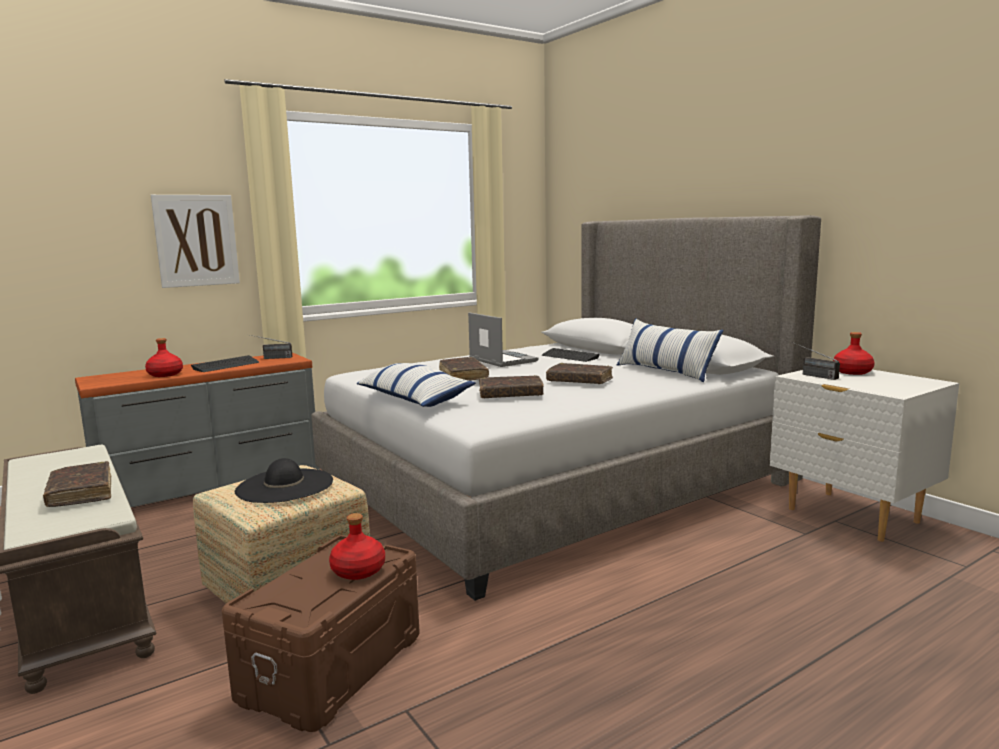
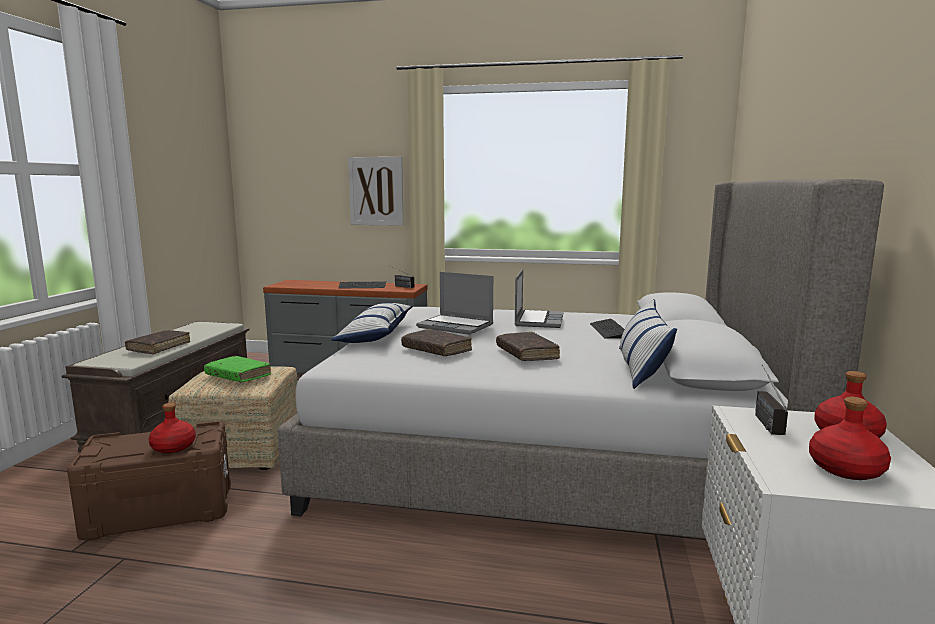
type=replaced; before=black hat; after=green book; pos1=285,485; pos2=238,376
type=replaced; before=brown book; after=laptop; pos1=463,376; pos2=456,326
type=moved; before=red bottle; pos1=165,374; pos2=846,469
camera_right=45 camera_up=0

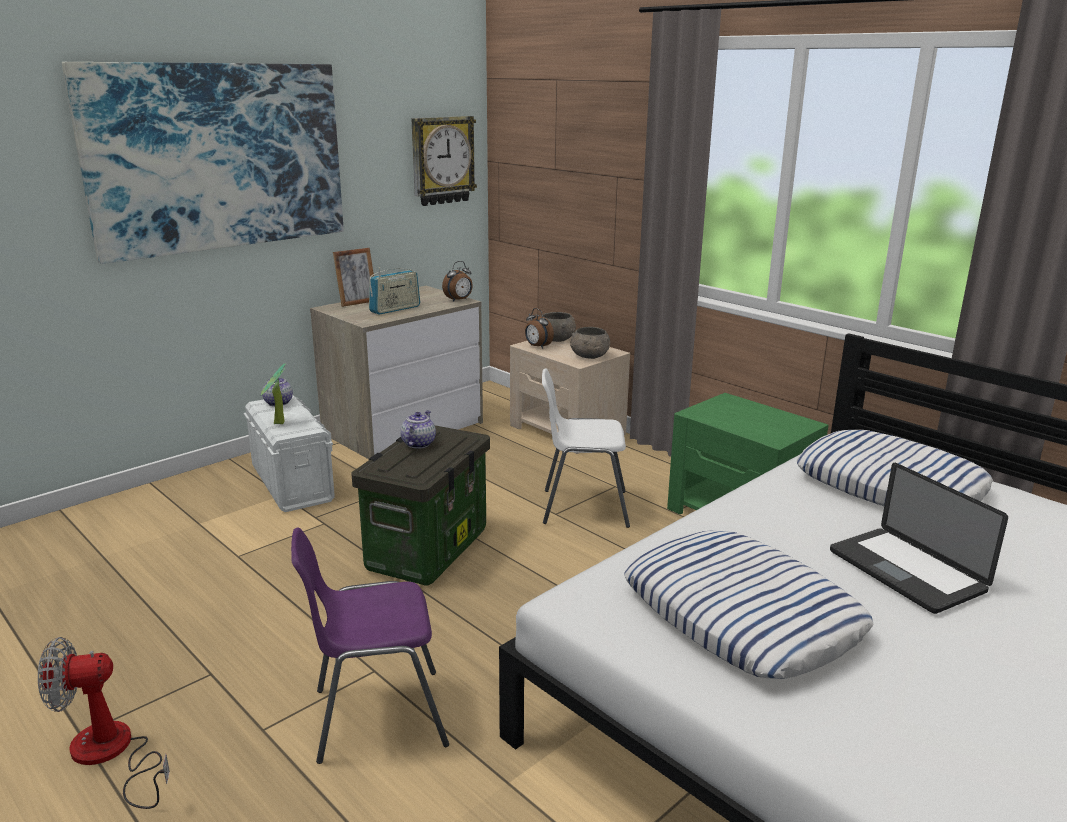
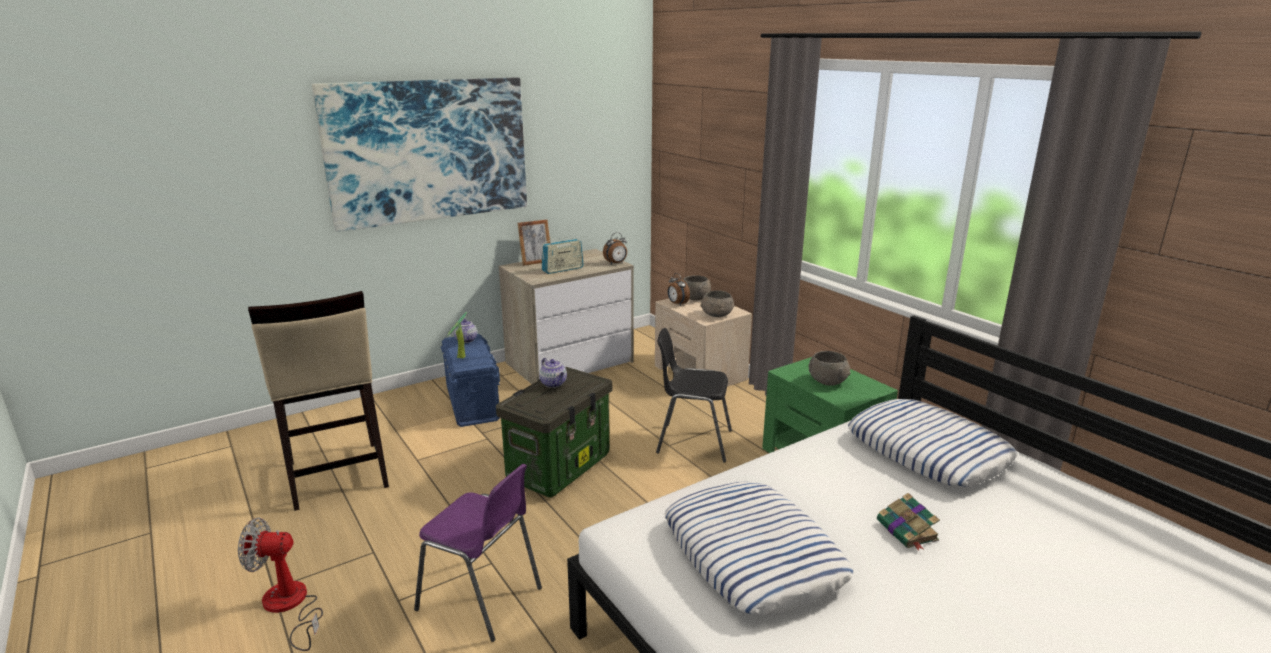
type=added; after=beige stool; pos2=336,475
type=turned; before=purple chair; pos1=376,716; pos2=482,600; turn=-150
type=recoloured; before=white storage box; after=blue storage box; pos1=292,483; pos2=472,403
type=turned; before=teapot; pos1=418,443; pos2=554,384; turn=120
type=recoloured; before=white chair; after=black chair; pos1=582,507; pos2=692,441
type=added; after=grey bowl; pos2=827,381
type=replaced; before=laptop; after=book; pos1=906,571; pos2=907,531
type=removed; before=wall clock; pos1=442,160
camera_right=10 camera_up=0

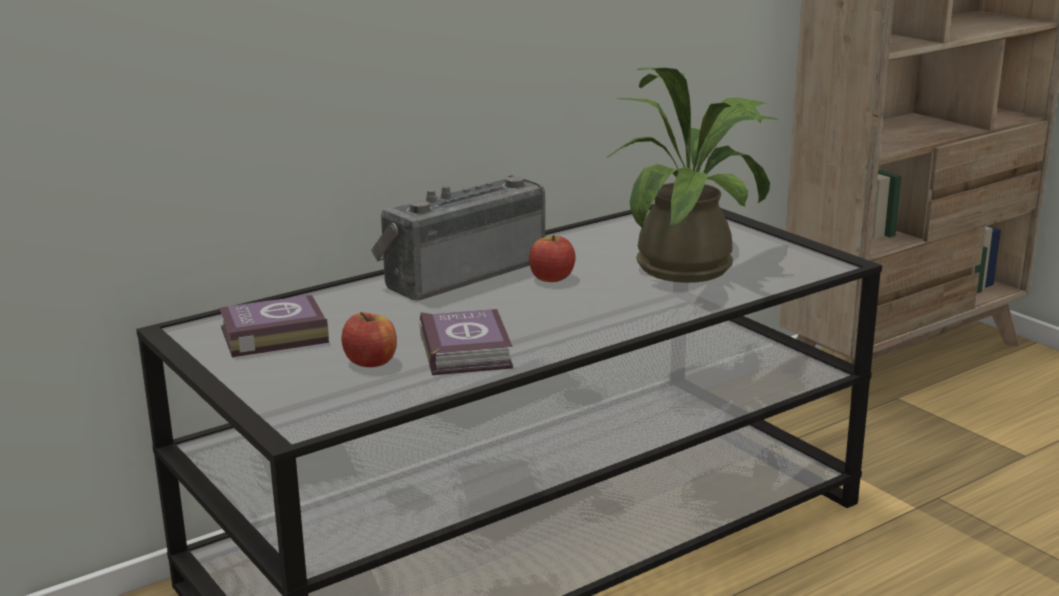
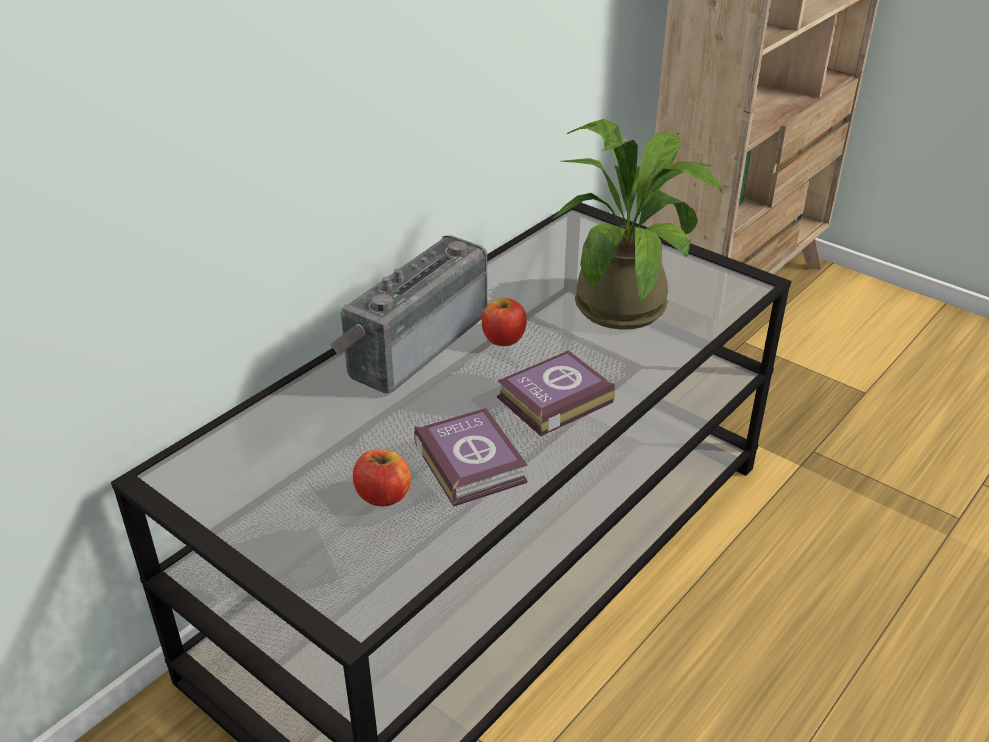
type=moved; before=book; pos1=271,335; pos2=551,400
camera_right=-15 camera_up=15

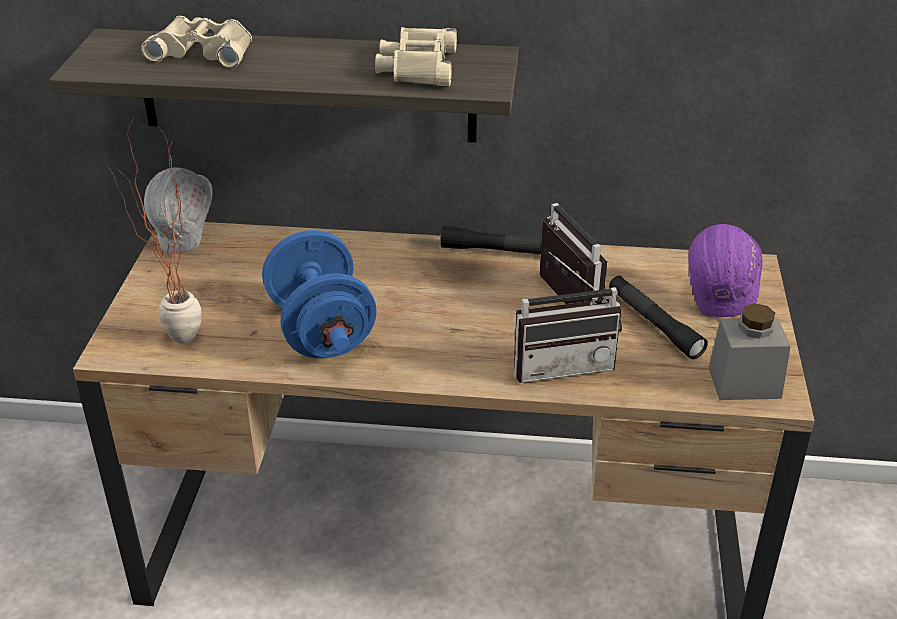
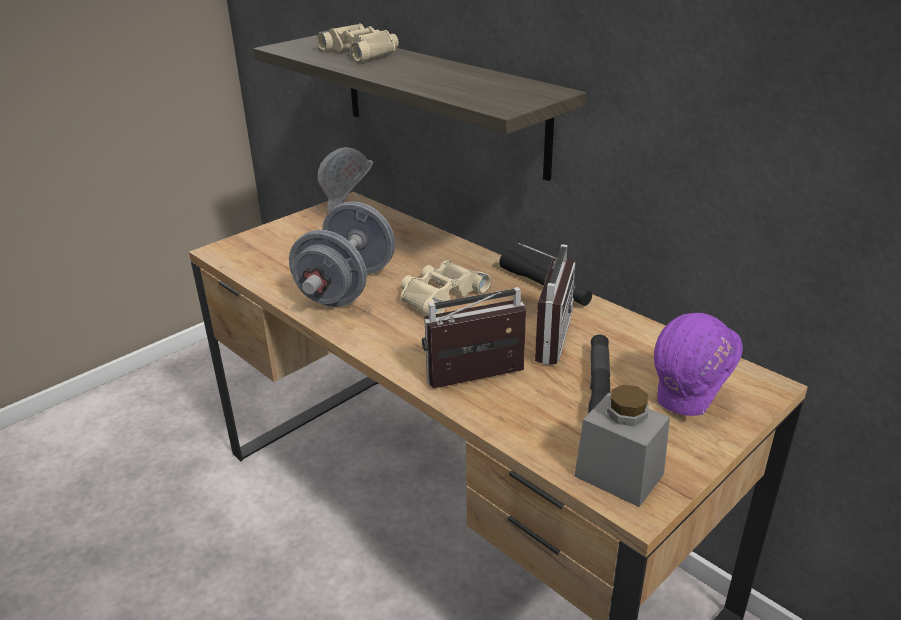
type=recoloured; before=blue dumbbell; after=grey dumbbell; pos1=321,330; pos2=346,287
type=moved; before=beige binoculars; pos1=417,67; pos2=440,295
type=turned; before=radio; pos1=561,363; pos2=478,382; turn=135
type=removed; before=potted plant; pos1=173,344
camera_right=40 camera_up=-5

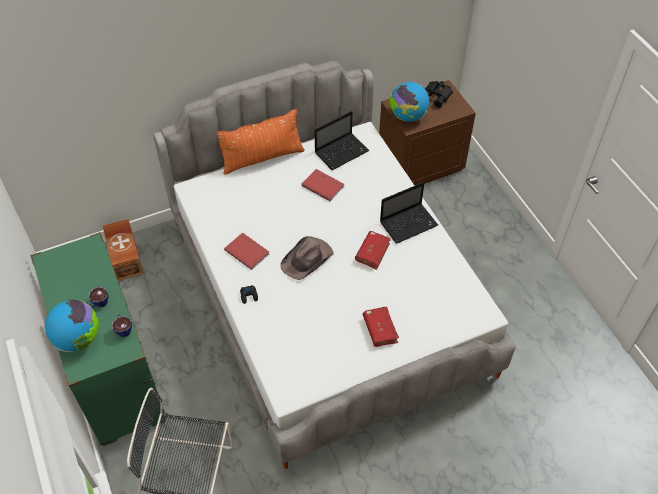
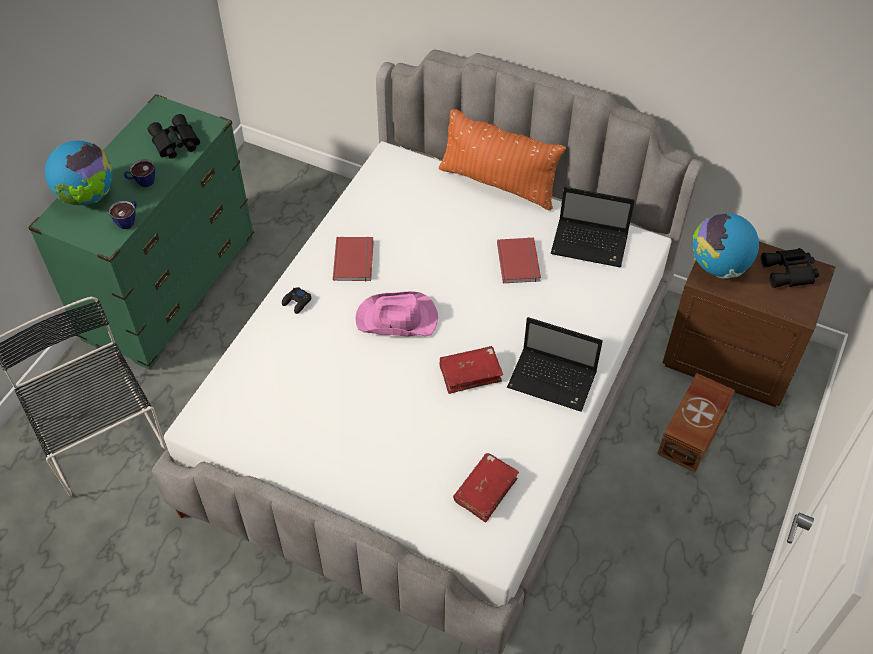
type=added; after=black binoculars; pos2=174,143
type=recoloured; before=brown hat; after=pink hat; pos1=307,259; pos2=397,319
type=moved; before=red book; pos1=380,329; pos2=485,490
type=moved; before=brown storage box; pos1=126,256; pos2=693,432
camera_right=50 camera_up=0

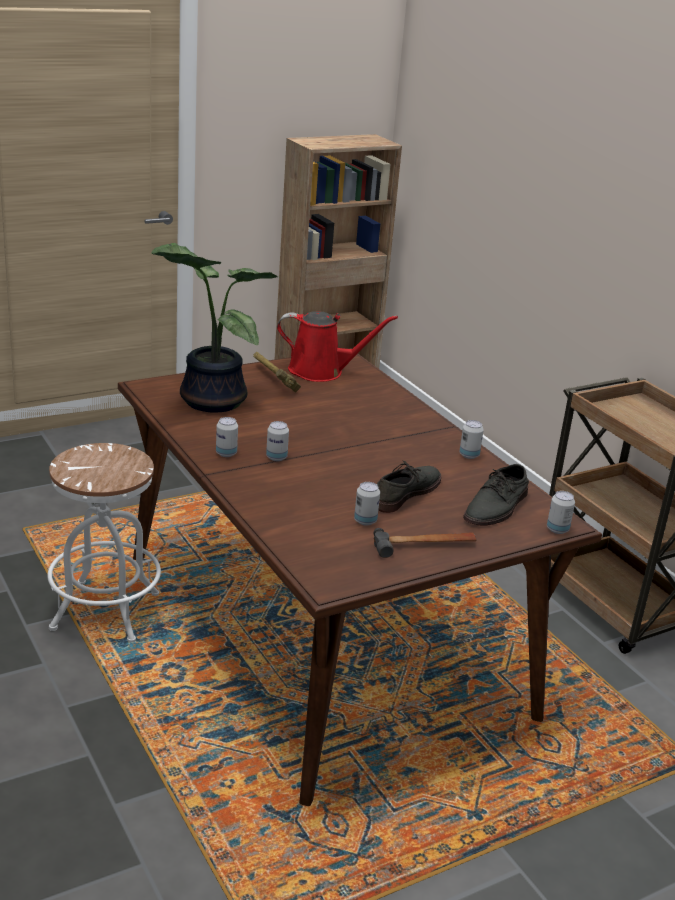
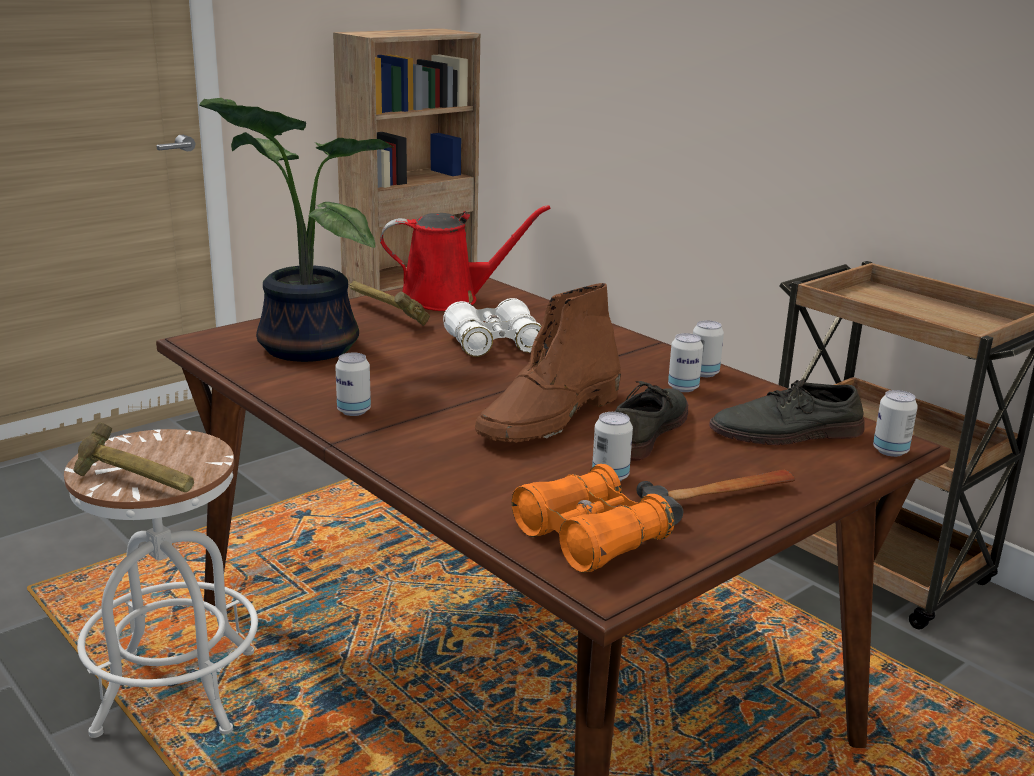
type=added; after=hammer; pos2=137,485
type=added; after=white binoculars; pos2=494,344
type=added; after=brown boot; pos2=549,418
type=added; after=orange binoculars; pos2=589,537
type=moved; before=can; pos1=276,457; pos2=683,388
type=turned; before=grey shoe; pos1=497,507; pos2=786,433; turn=60
camera_right=-10 camera_up=-5

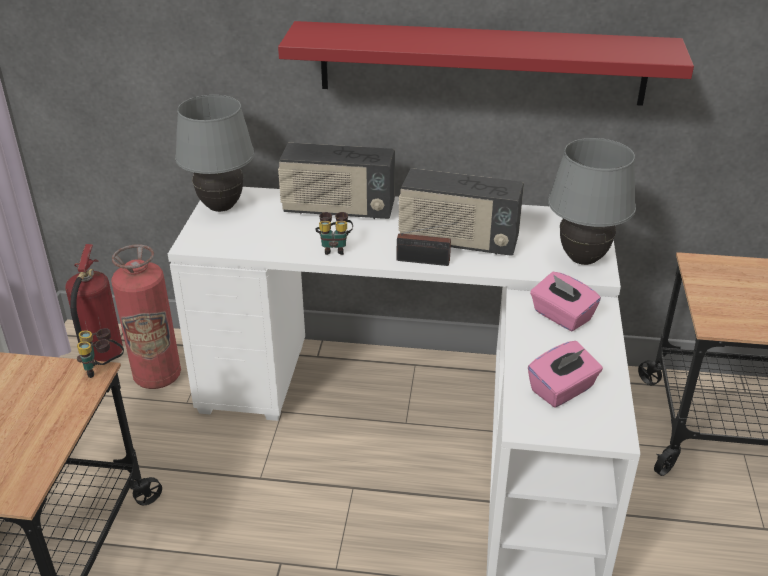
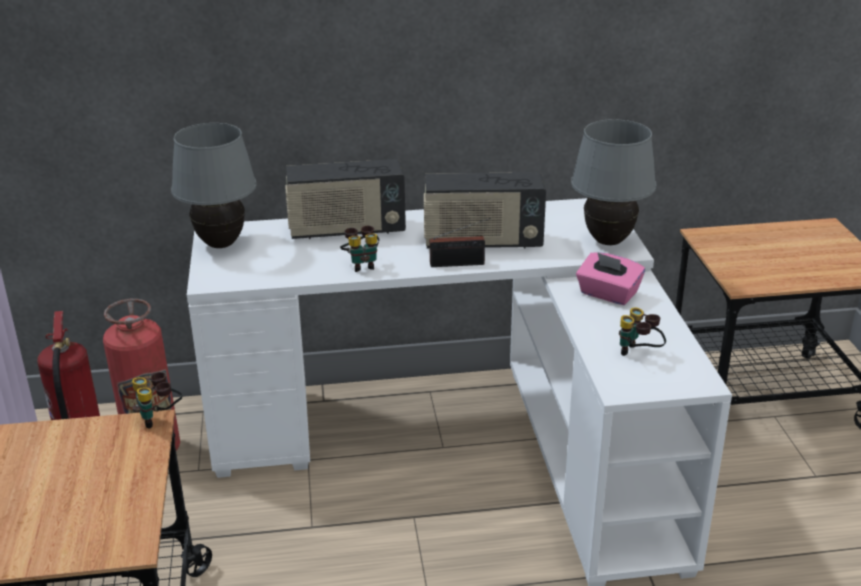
type=replaced; before=pink tissue box; after=binoculars; pos1=562,390; pos2=639,355
type=removed; before=red shelf; pos1=481,63
camera_right=-15 camera_up=-5

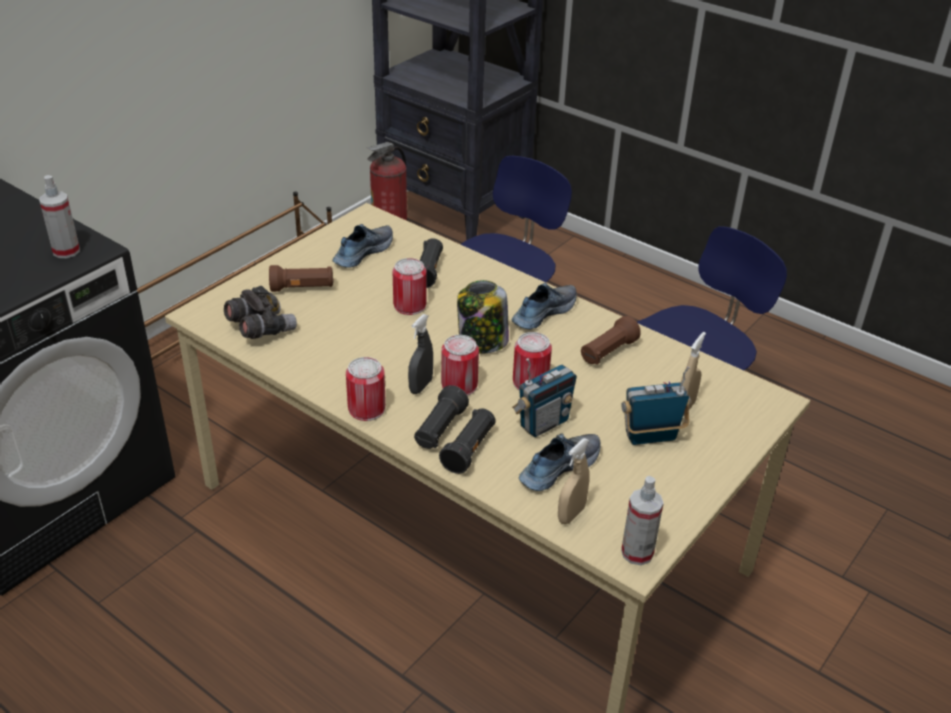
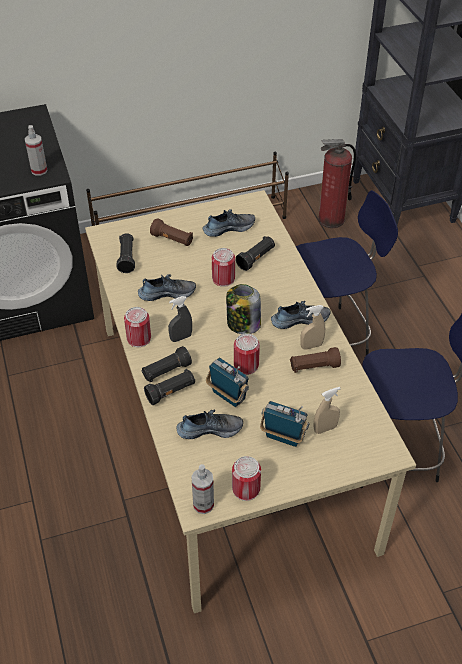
type=replaced; before=grey binoculars; after=black flashlight; pos1=260,329; pos2=127,258
type=added; after=shoe; pos2=167,293
type=turned; before=radio; pos1=543,423; pos2=228,396; turn=-135
type=moved; before=can; pos1=459,385; pos2=246,489
type=moved; before=beige spray bottle; pos1=571,514; pos2=311,346
camera_right=35 camera_up=10

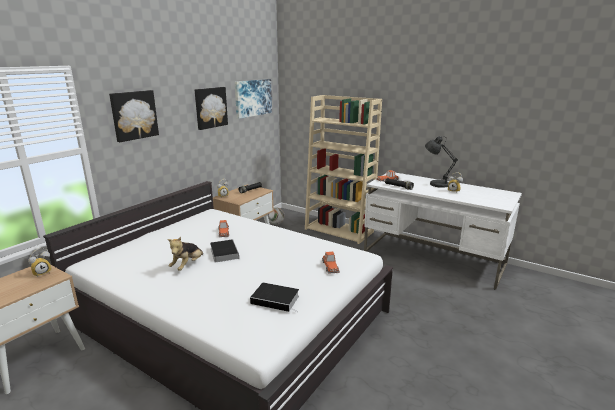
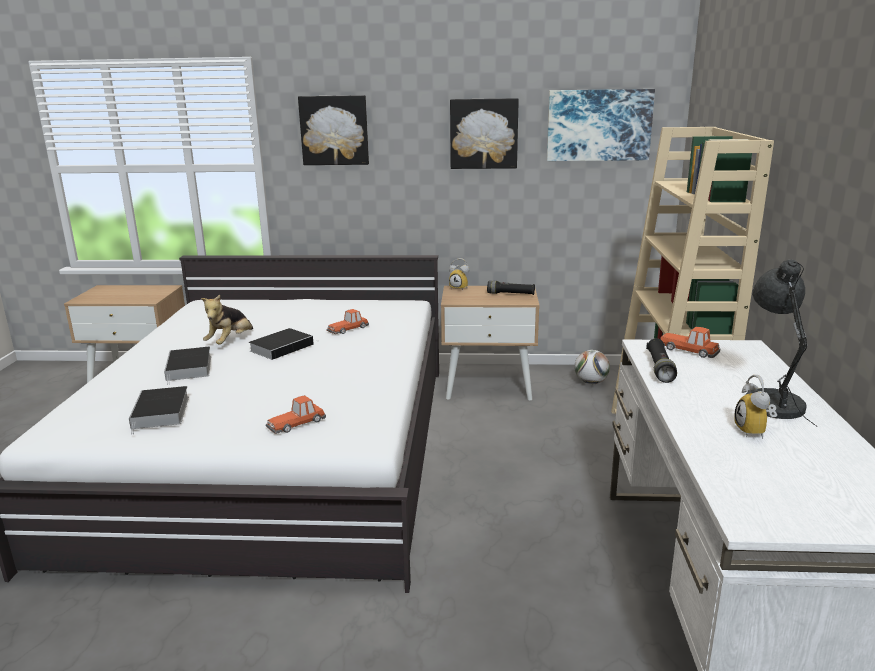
type=added; after=book; pos2=189,368
type=turned; before=plush toy; pos1=187,265; pos2=230,341; turn=-60
type=removed; before=alarm clock; pos1=42,273
camera_right=60 camera_up=0

